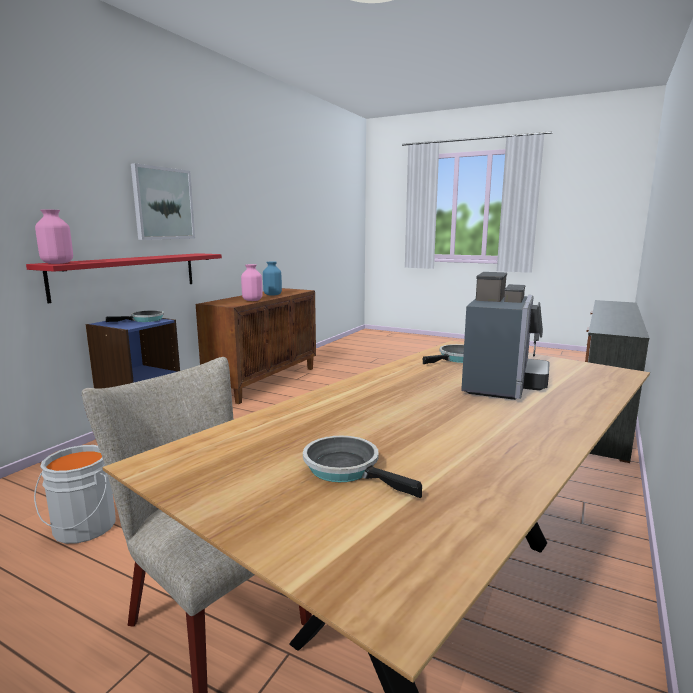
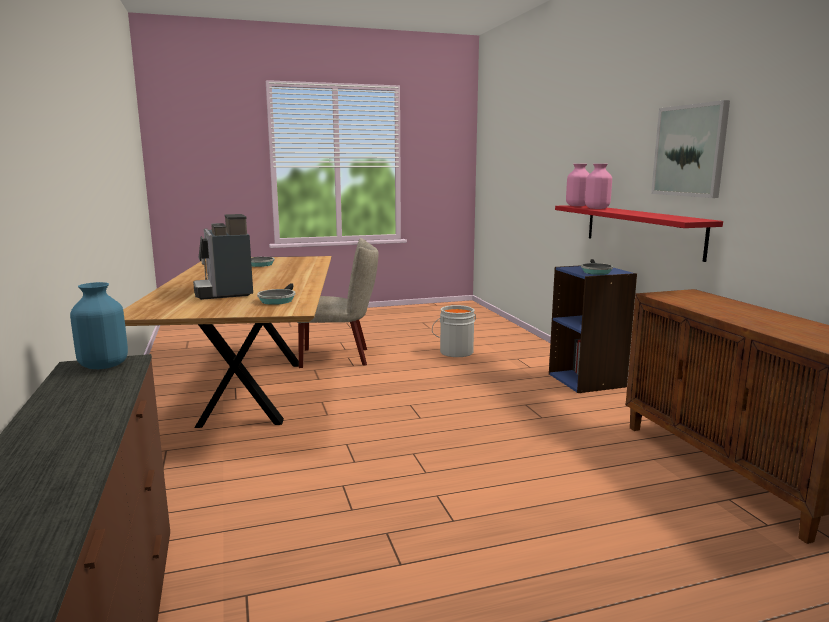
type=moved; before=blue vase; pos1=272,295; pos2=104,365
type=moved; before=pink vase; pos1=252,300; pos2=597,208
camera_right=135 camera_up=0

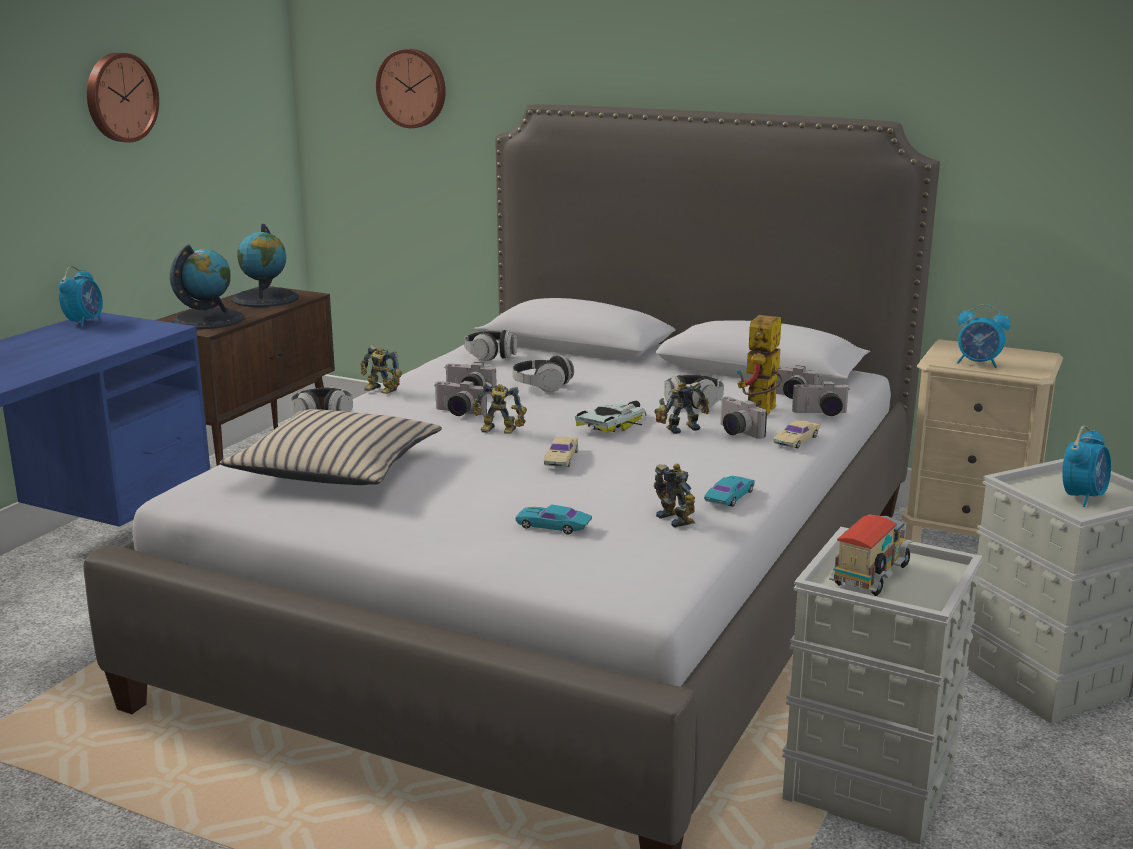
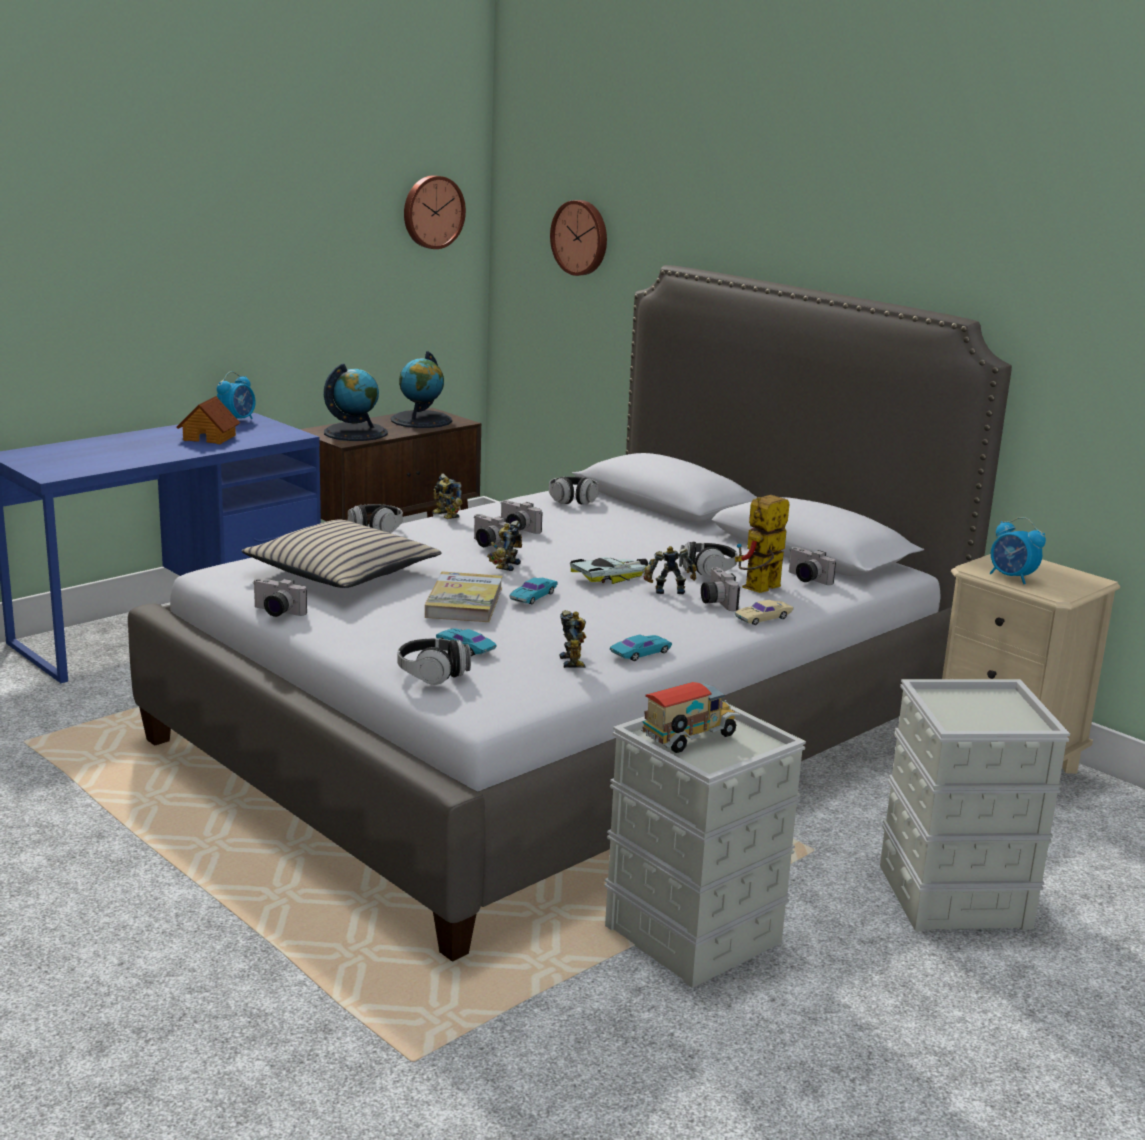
type=added; after=toy house; pos2=210,437
type=moved; before=photo camera; pos1=821,414; pos2=276,612
type=moved; before=headphones; pos1=541,386; pos2=433,674
type=moved; before=wall clock; pos1=119,97; pos2=432,212
type=added; after=book; pos2=464,602
type=turned; before=toy robot; pos1=499,431; pos2=505,565; turn=75
type=recoloured; before=beige toy car; after=turquoise toy car; pos1=561,458; pos2=533,596
type=removed; before=alarm clock; pos1=1083,497
camera_right=20 camera_up=0

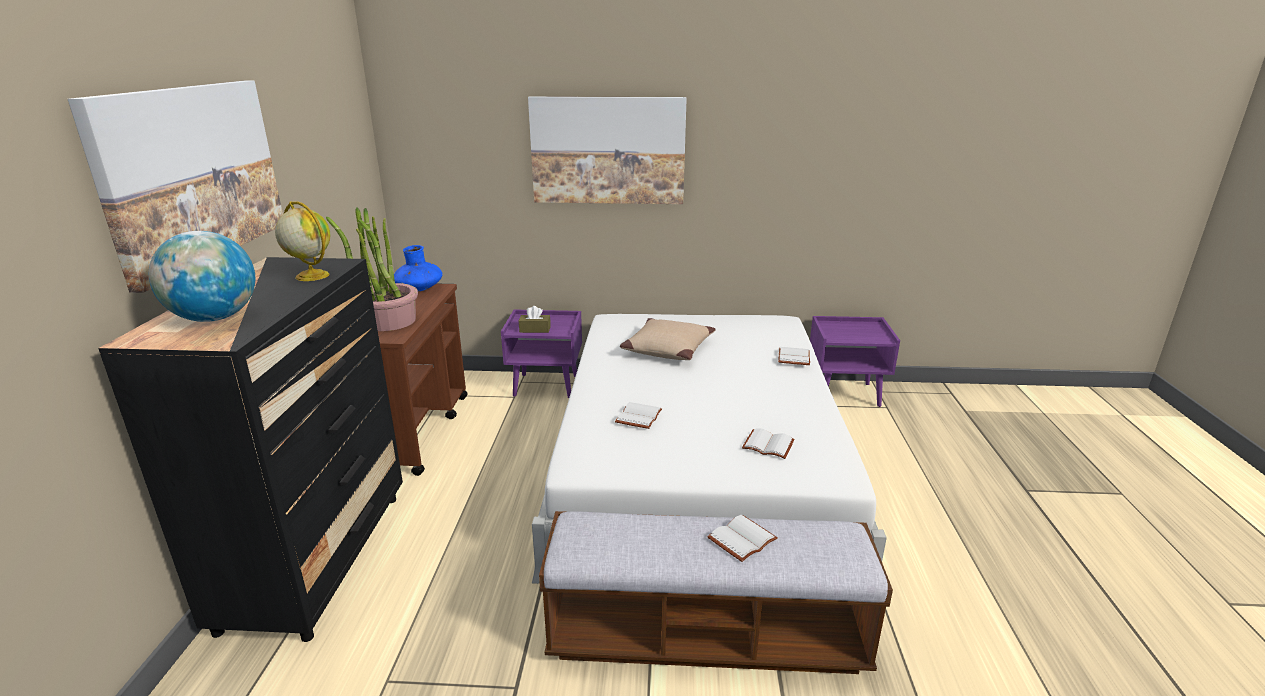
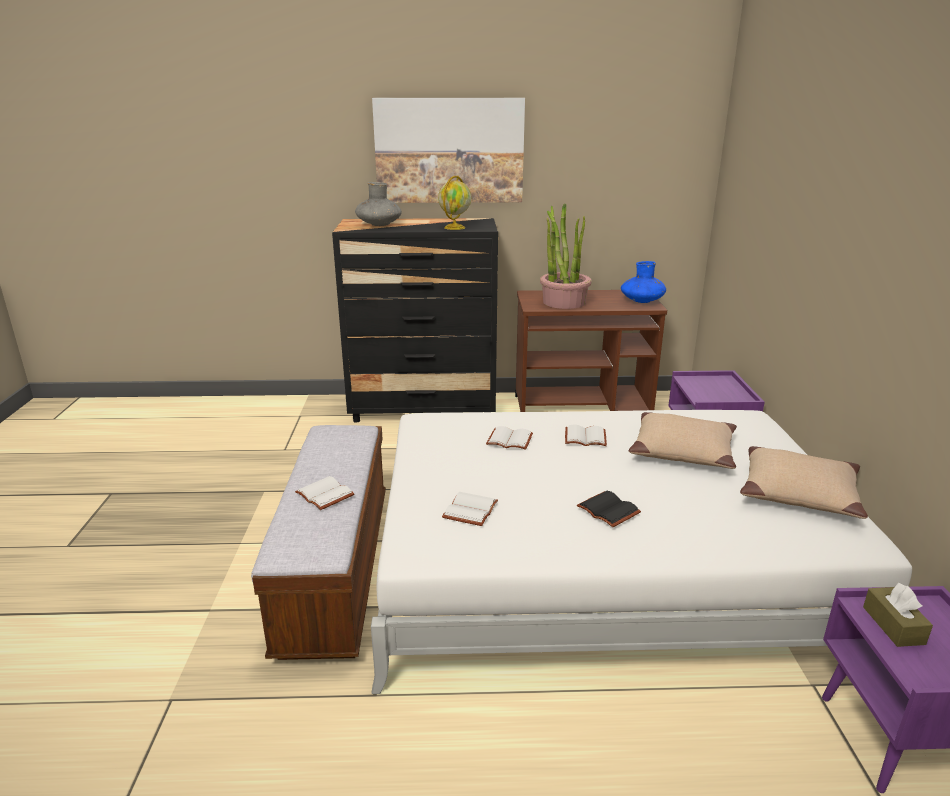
type=replaced; before=globe; after=grey vase; pos1=215,318; pos2=379,224
type=moved; before=white book; pos1=795,358; pos2=584,438
type=added; after=black book; pos2=606,510
type=added; after=beige pillow; pos2=799,493
type=moved; before=brown tissue box; pos1=535,329; pos2=893,625
type=removed; before=picture; pos1=608,150
camera_right=85 camera_up=0

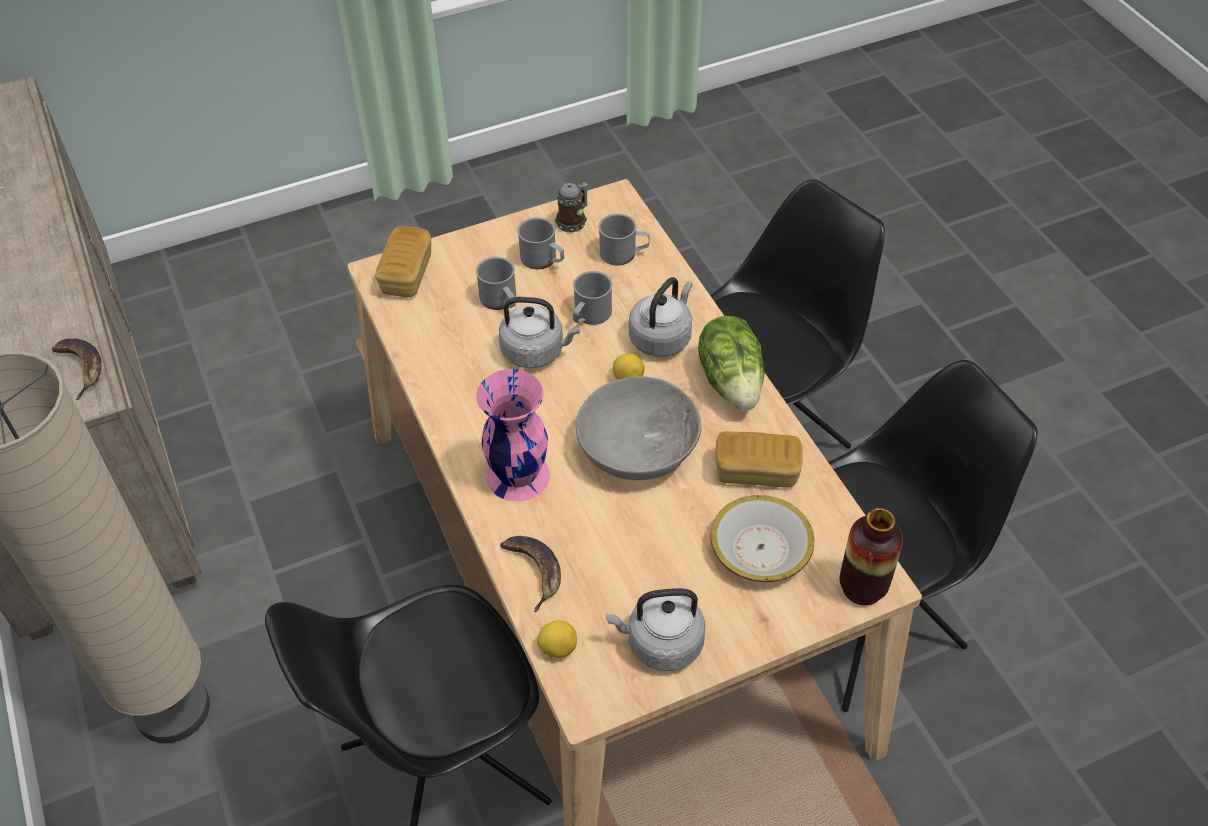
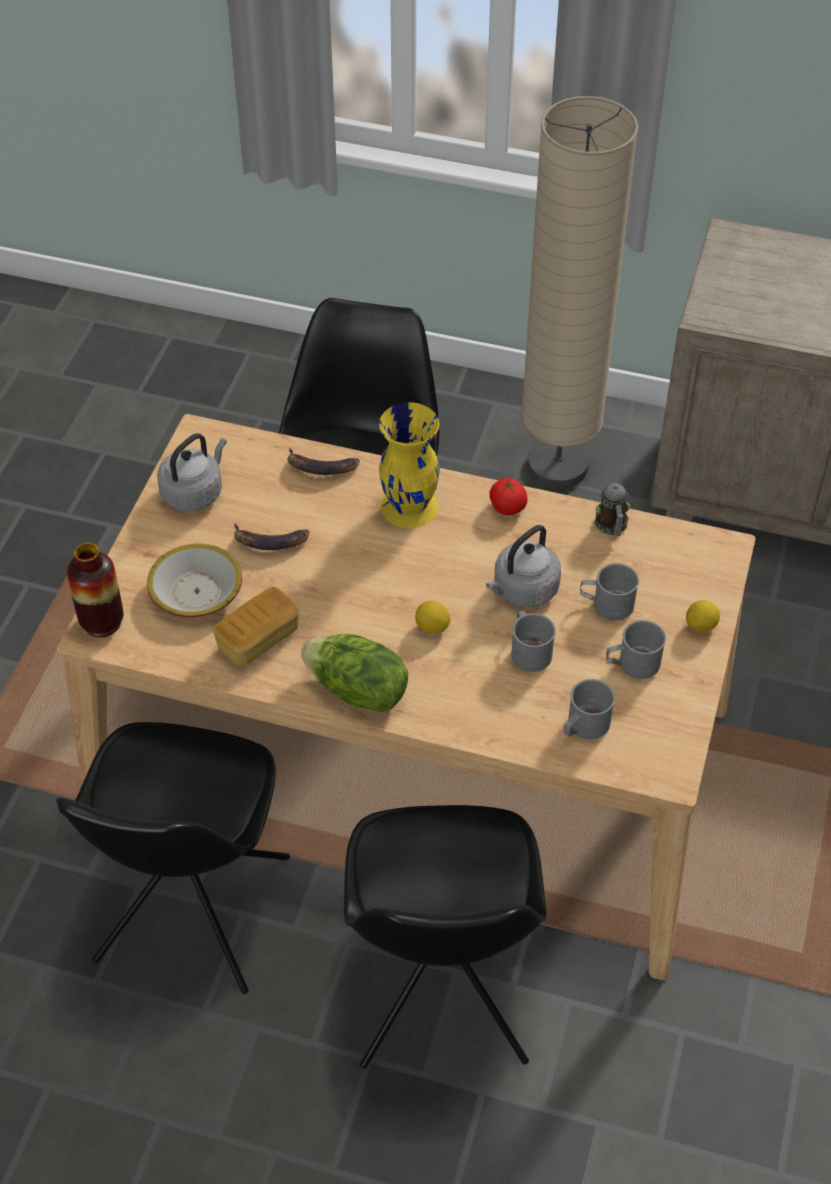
type=moved; before=banana; pos1=81,368; pos2=269,542
type=recoloured; before=pink vase; after=yellow vase; pos1=517,475; pos2=410,506
type=added; after=tomato; pos2=507,507
type=moved; before=mug; pos1=573,221; pos2=612,527
type=moved; before=lemon; pos1=558,648; pos2=701,626
type=removed; before=bread; pos1=406,275
type=removed; before=grey bowl; pos1=638,447
type=removed; before=grey kettle; pos1=662,337
camera_right=130 camera_up=0

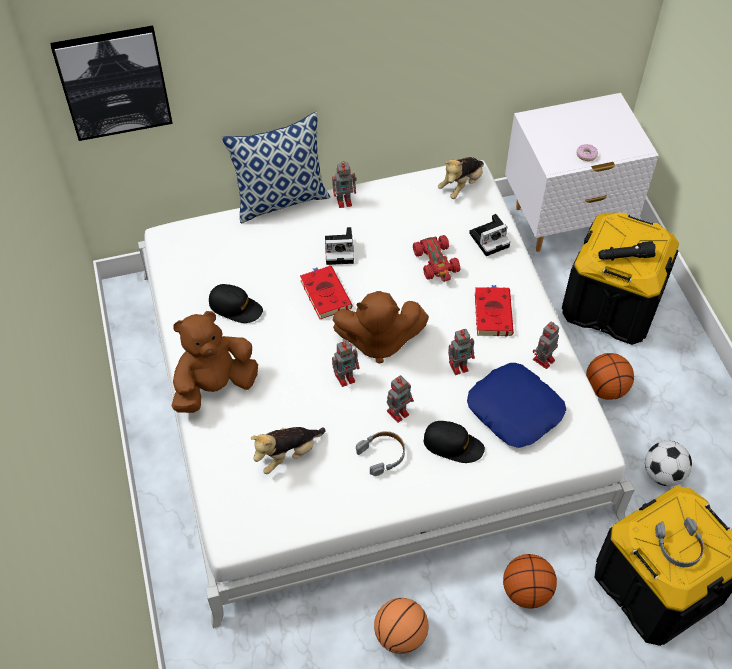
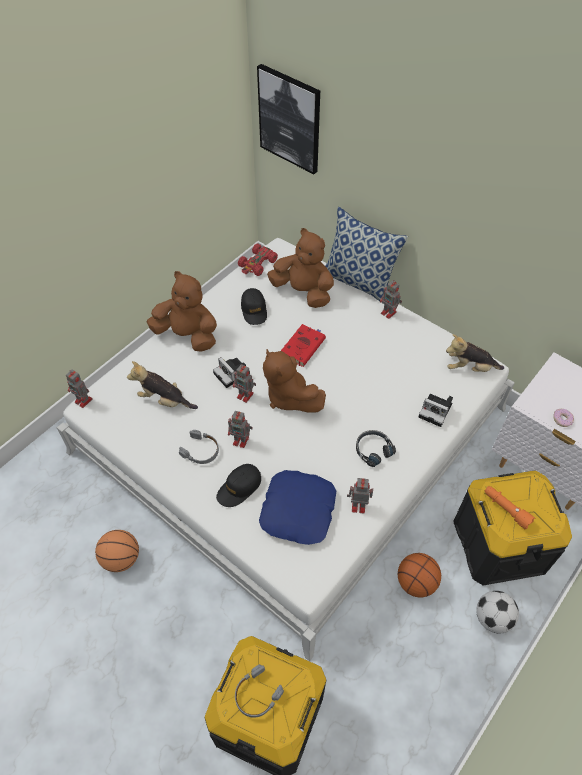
type=moved; before=toy robot; pos1=459,366; pos2=84,401
type=moved; before=photo camera; pos1=340,250; pos2=233,374
type=turned; before=black cap; pos1=453,445; pos2=239,488; turn=60
type=moved; before=red toy car; pos1=436,262; pos2=257,264
type=added; after=brown plush toy; pos2=303,291
type=replaced; before=red book; after=black headphones; pos1=492,312; pos2=373,449
type=moved; before=football; pos1=663,474; pos2=492,618
type=recoloured; before=black flashlight; after=orange flashlight; pos1=624,257; pos2=506,509
type=removed; before=basketball; pos1=526,591
camera_right=55 camera_up=0

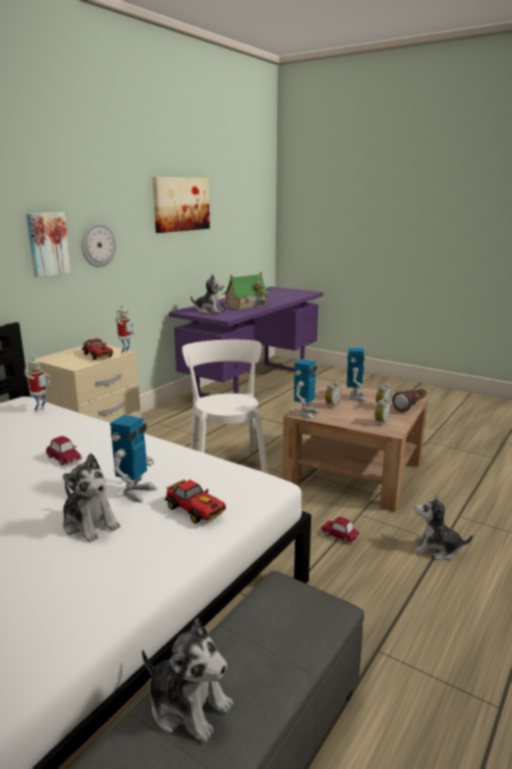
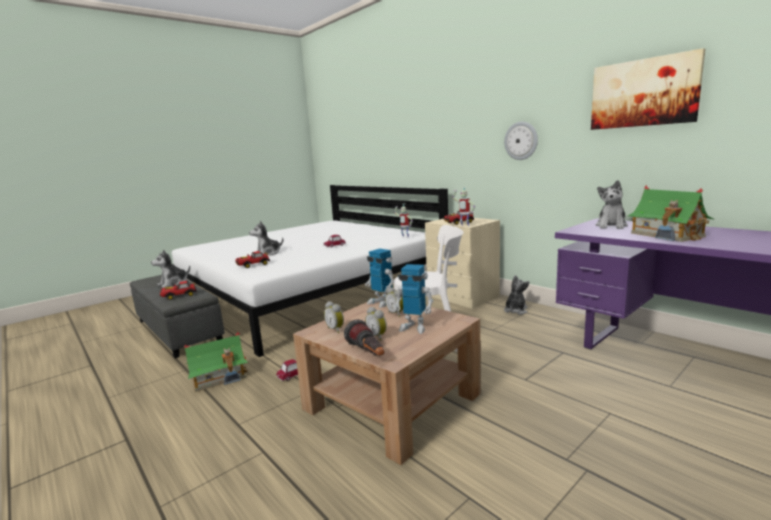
type=added; after=toy car; pos2=179,296
type=added; after=toy house; pos2=219,377
type=moved; before=plush toy; pos1=437,549; pos2=515,310
type=removed; before=picture; pos1=47,244
type=removed; before=toy robot; pos1=136,492
camera_right=105 camera_up=-5

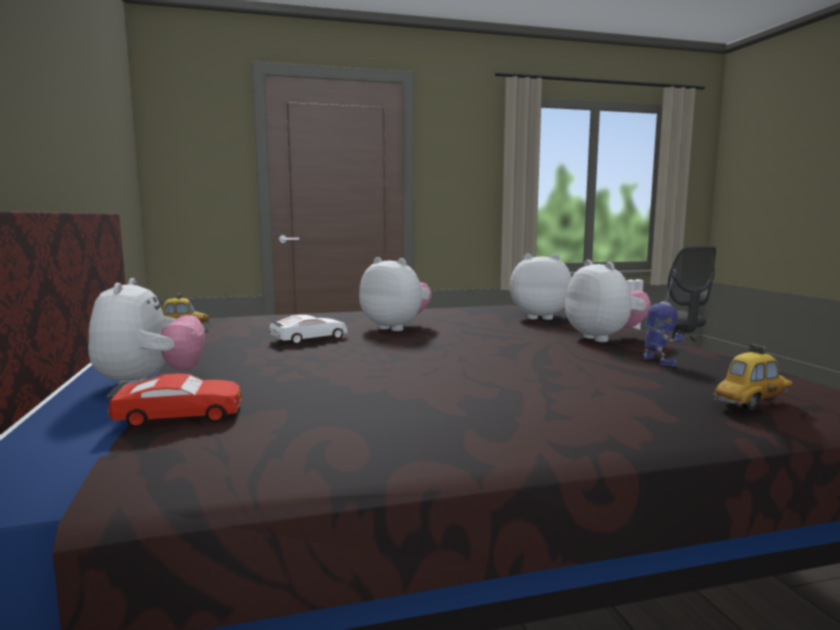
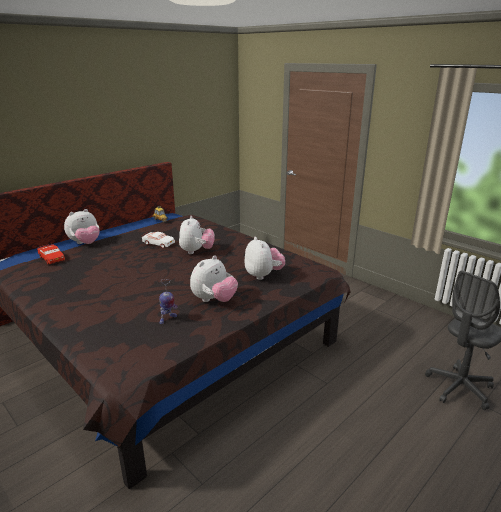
type=removed; before=toy car; pos1=752,403
camera_right=60 camera_up=15

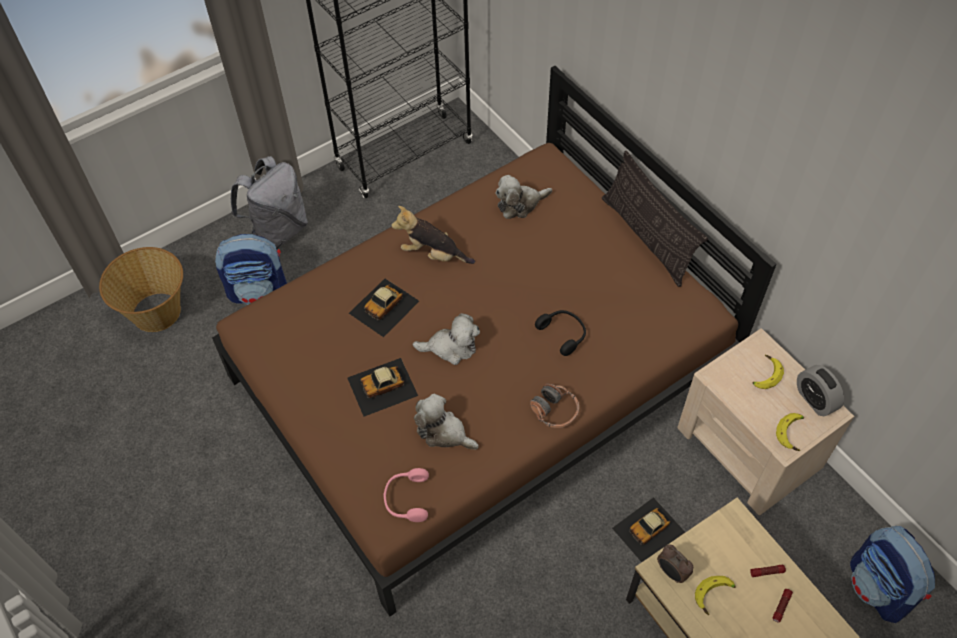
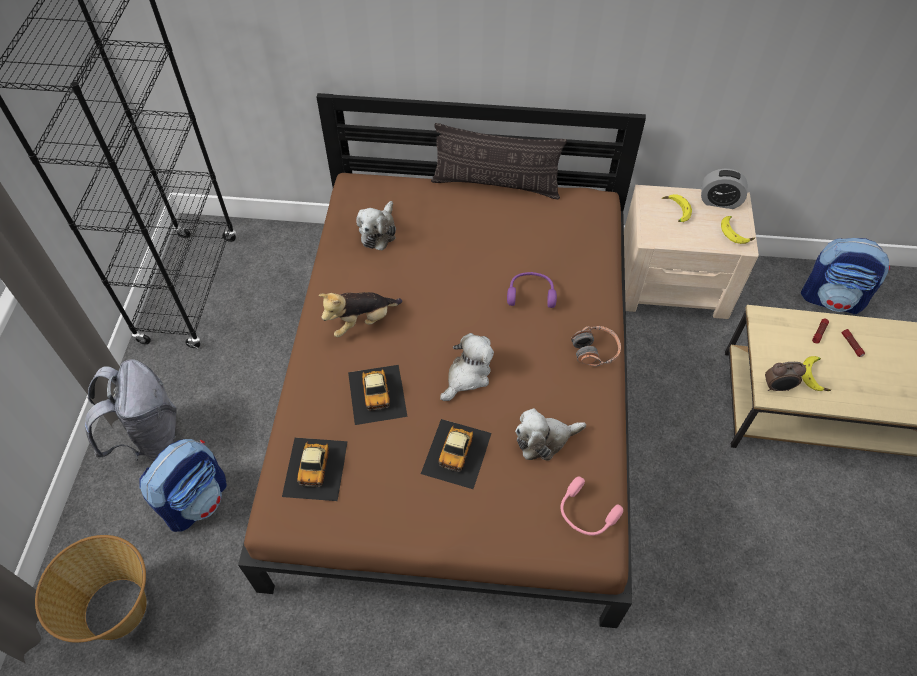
type=moved; before=toy car; pos1=649,530; pos2=316,468
type=recoloured; before=black headphones; after=purple headphones; pos1=563,334; pos2=531,294
camera_right=-50 camera_up=0

